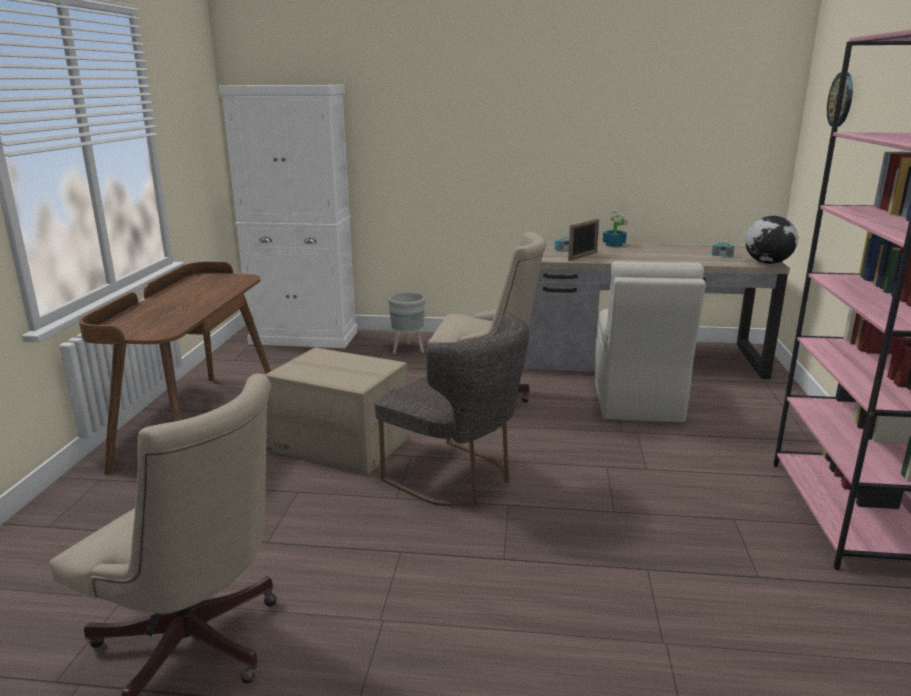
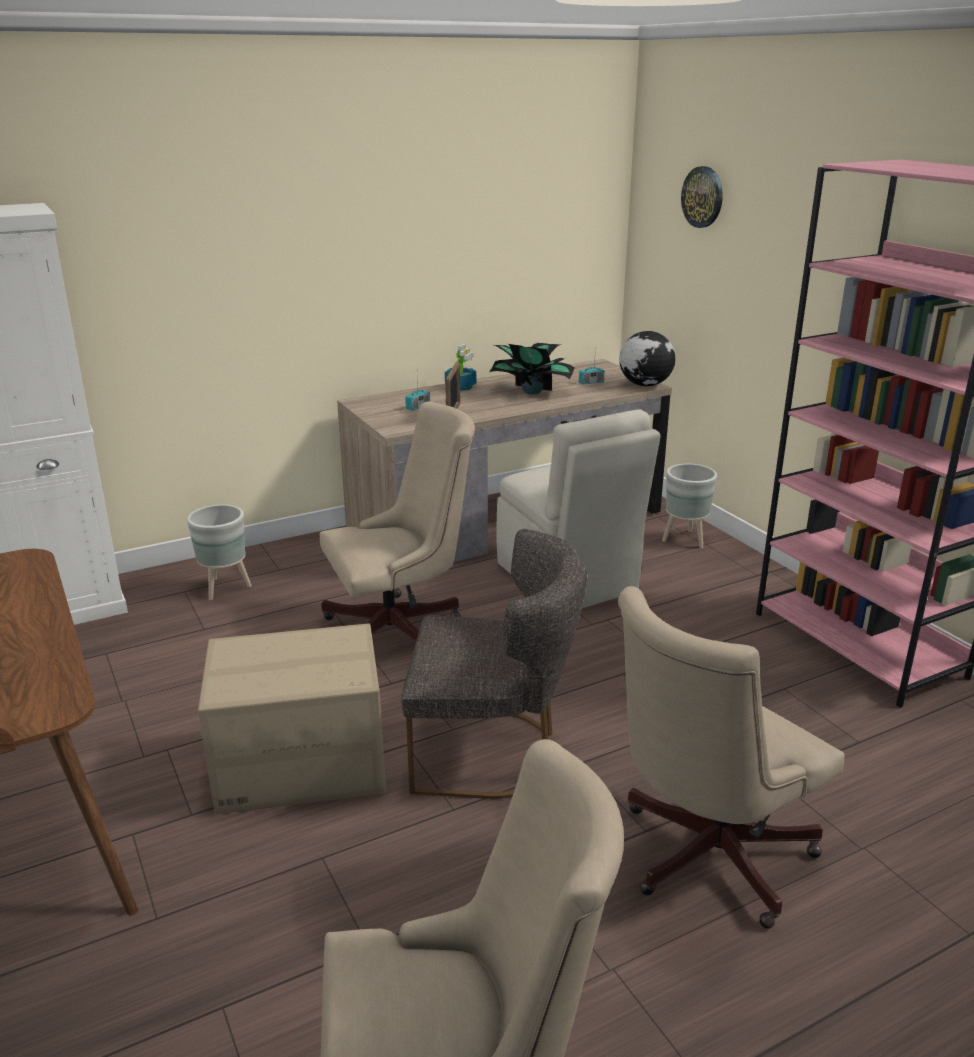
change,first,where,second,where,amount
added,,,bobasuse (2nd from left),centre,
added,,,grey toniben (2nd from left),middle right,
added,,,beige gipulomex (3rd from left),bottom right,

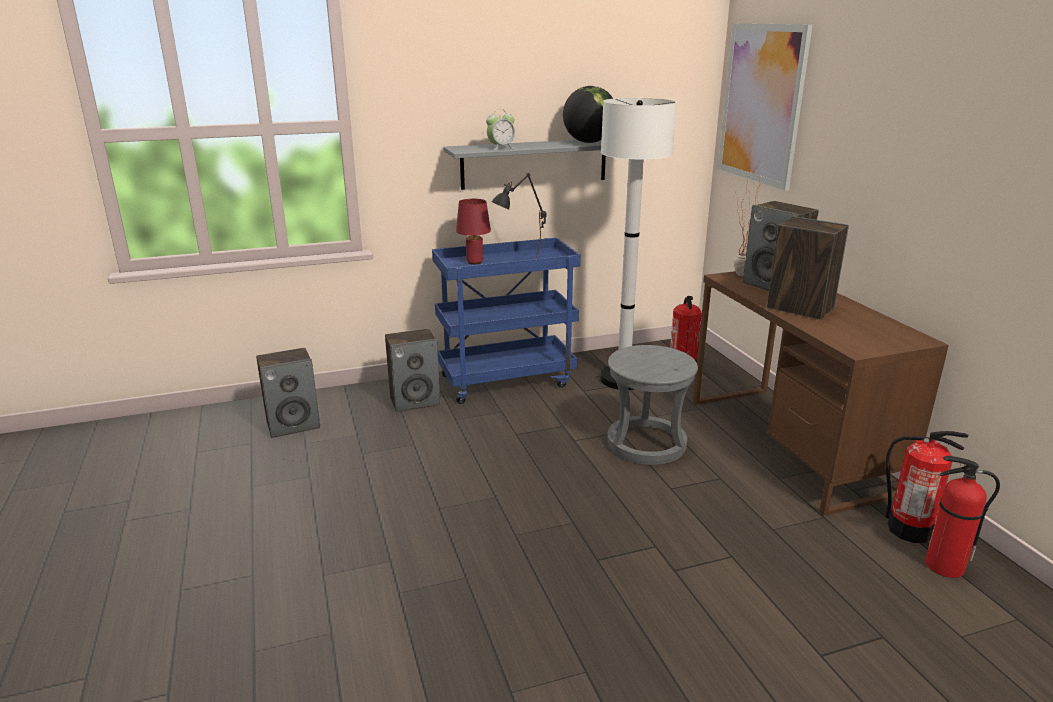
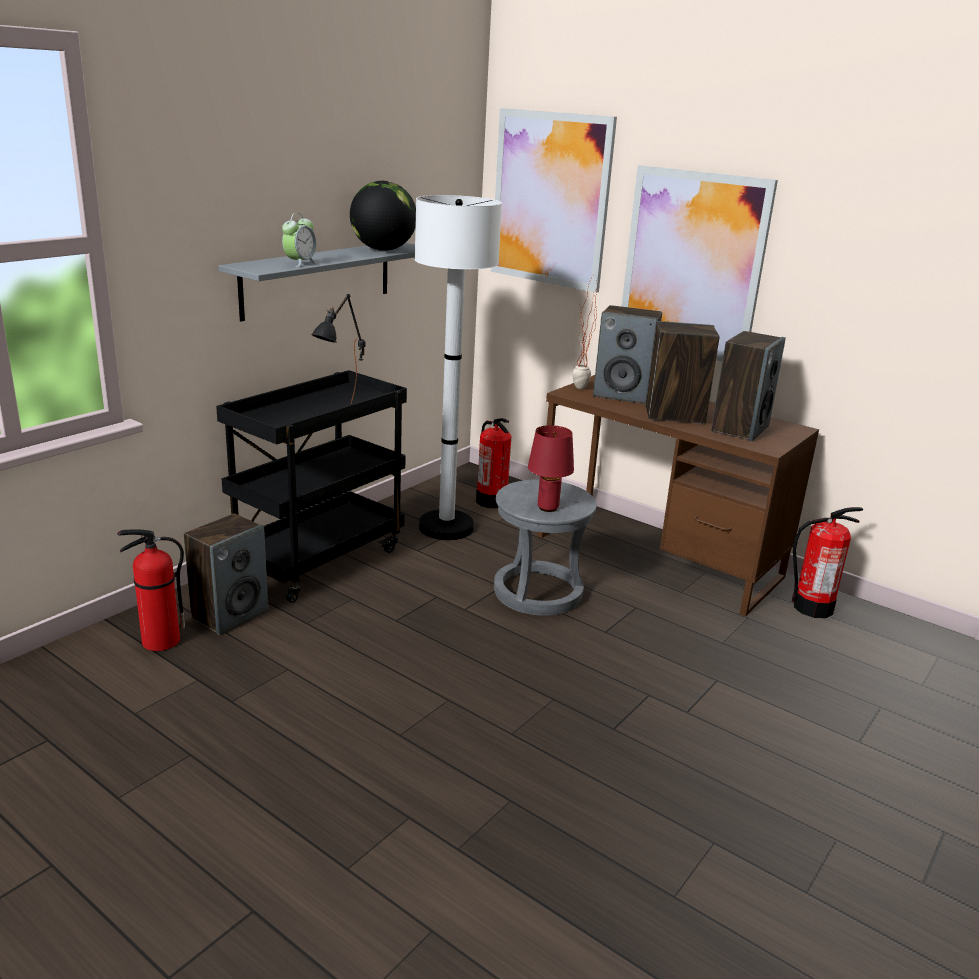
change,first,where,second,where,amount
moved,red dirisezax,top centre,,centre,
recoloured,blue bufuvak,centre,black bufuvak,middle left,
moved,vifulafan (1st from left in the first image),middle left,vifulafan (4th from left),middle right,
moved,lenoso (3rd from left in the first image),bottom right,lenoso (1st from left),middle left,
added,,,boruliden (2nd from left),top right,

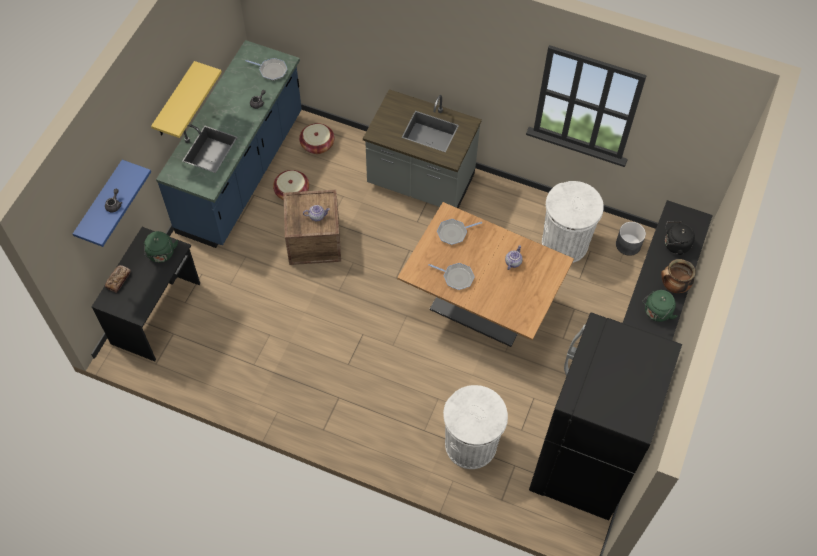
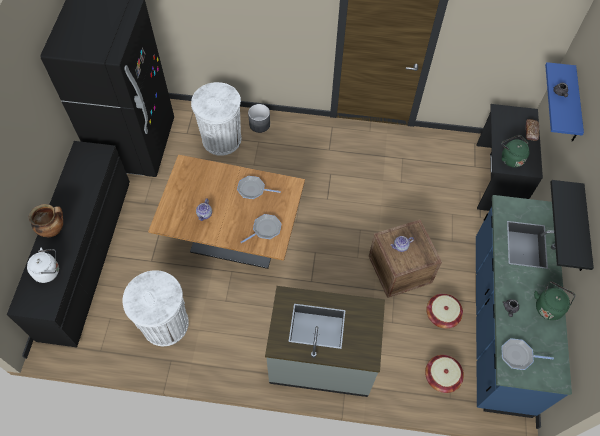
change,first,where,second,where,amount
recoloured,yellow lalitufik,top left,black lalitufik,middle right,
recoloured,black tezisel,middle right,white tezisel,middle left,
moved,grey toniben,middle right,,top centre,
moved,green tezisel (2nd from left),middle right,,bottom right,

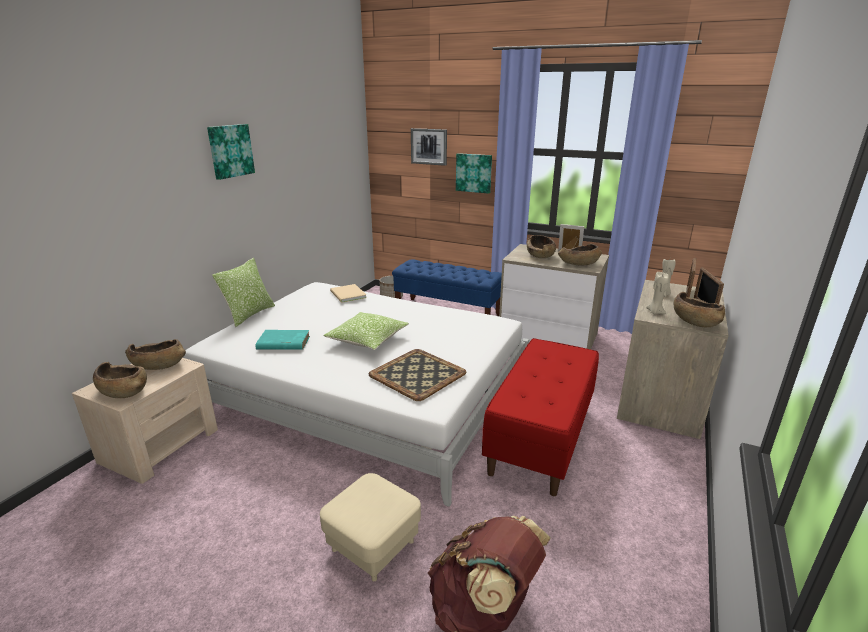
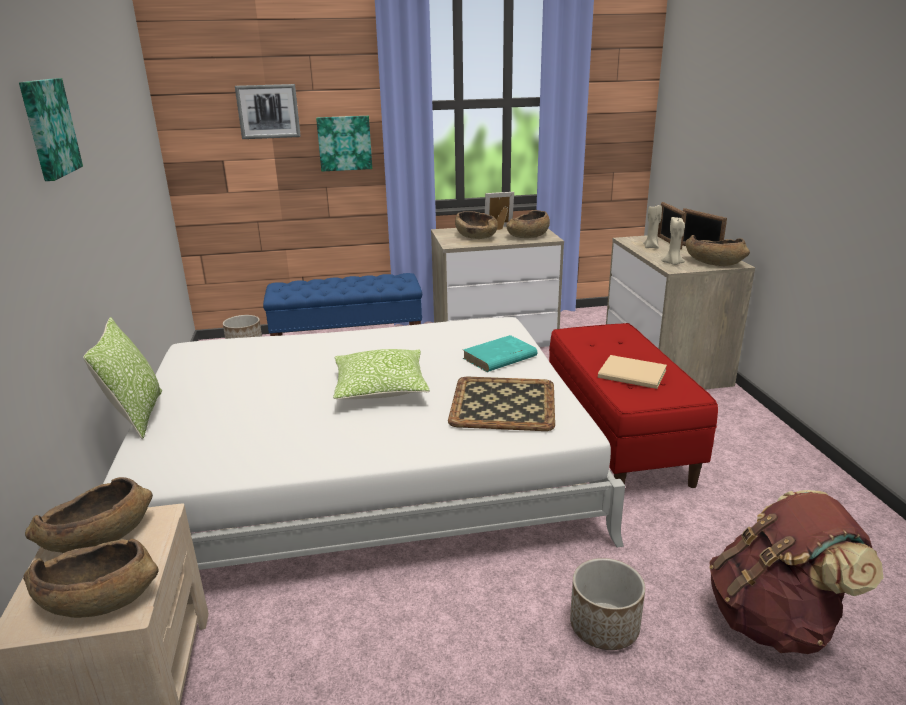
change,first,where,second,where,amount
moved,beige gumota,centre,,middle right,
moved,turquoise gumota,middle left,,centre,
replaced,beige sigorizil,bottom centre,toniben (2nd from left),bottom right,

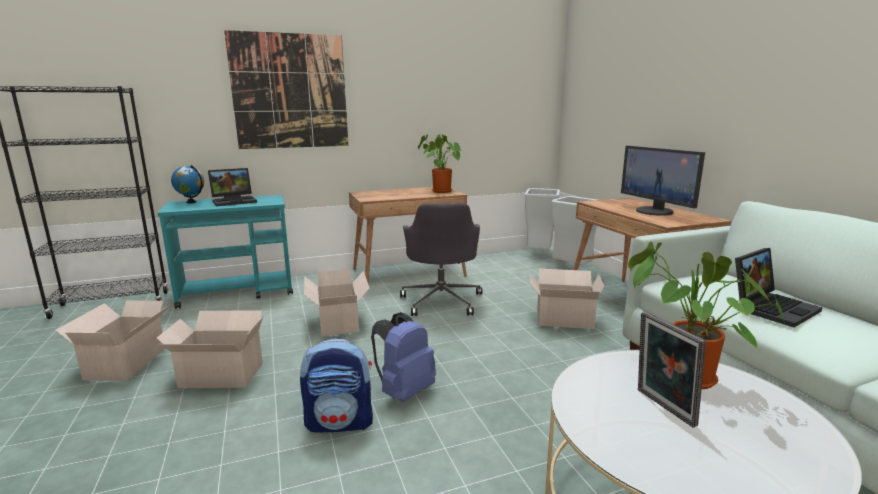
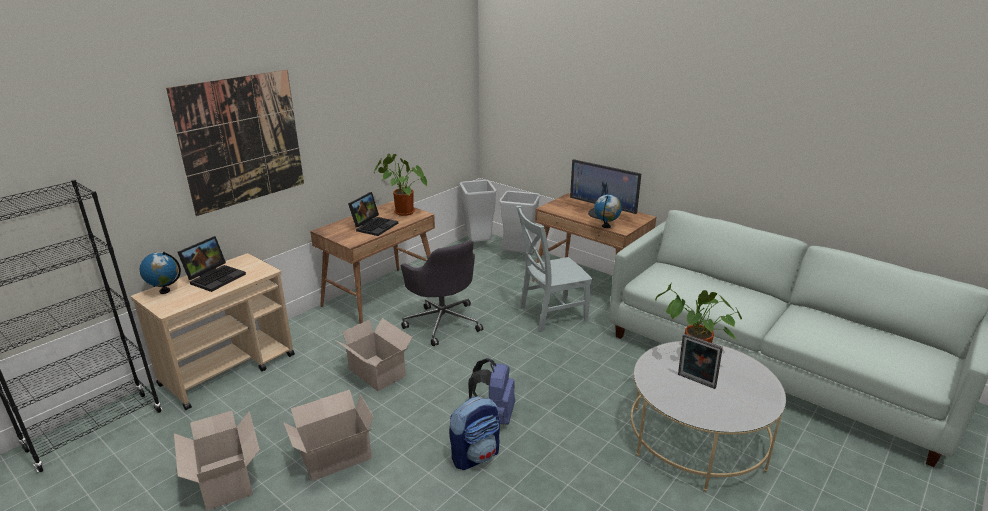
change,first,where,second,where,amount
recoloured,turquoise bufuvak,middle left,beige bufuvak,middle left,
moved,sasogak (2nd from left),middle right,,centre,
replaced,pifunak (4th from left),centre,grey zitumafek,centre,
added,,,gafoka (2nd from left),centre,

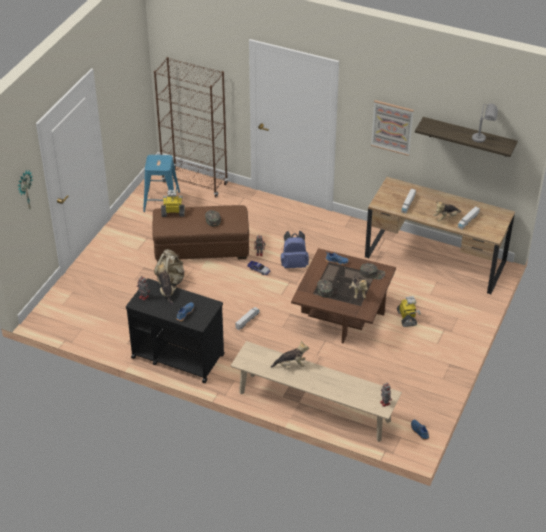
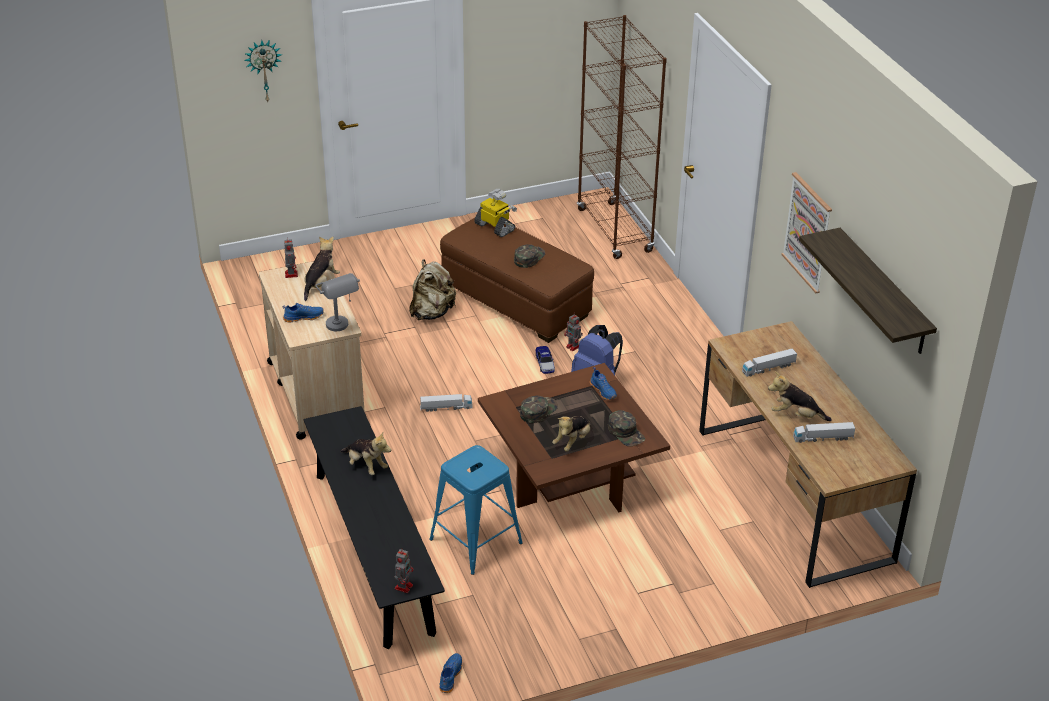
change,first,where,second,where,amount
moved,grey dirisezax,top right,,middle left,
moved,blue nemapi,middle left,,bottom centre,
recoloured,black bufuvak,middle left,beige bufuvak,middle left,
removed,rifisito (5th from left),middle right,,,
recoloured,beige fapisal,bottom centre,black fapisal,bottom centre,

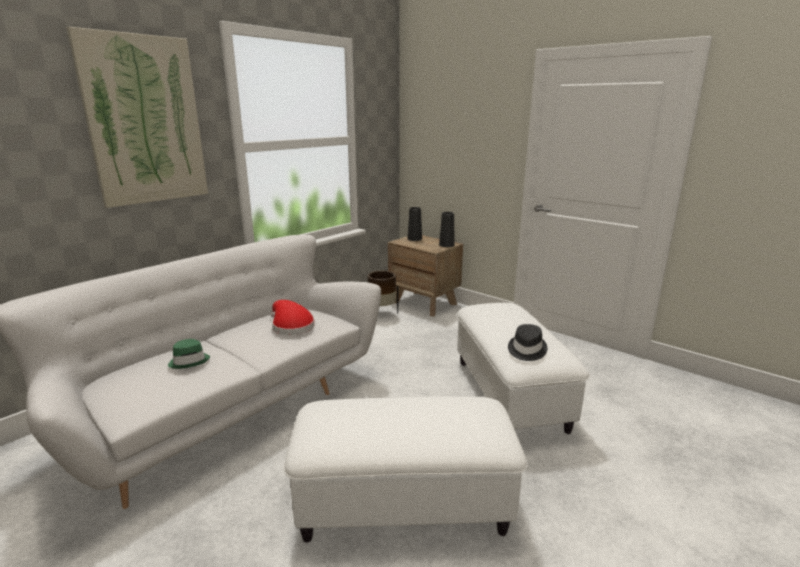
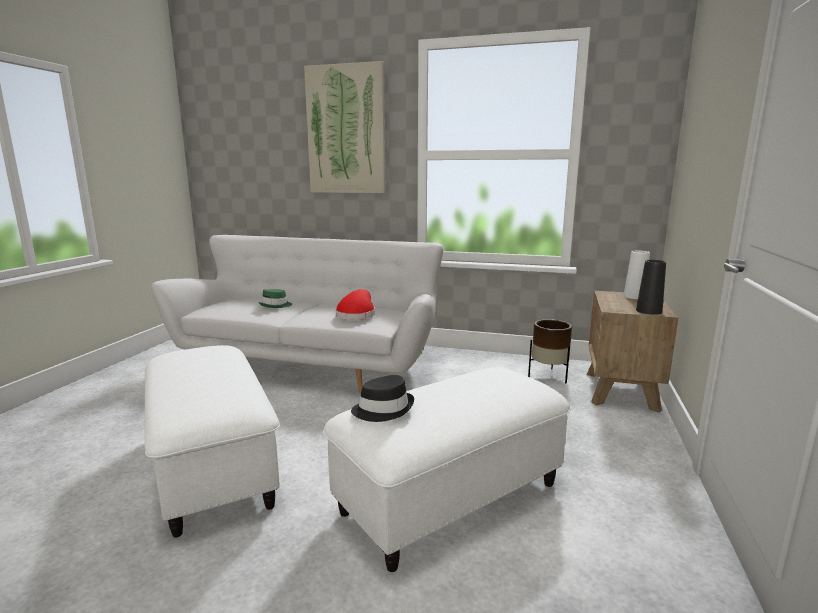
change,first,where,second,where,amount
recoloured,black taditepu (1st from left),centre,white taditepu,middle right,

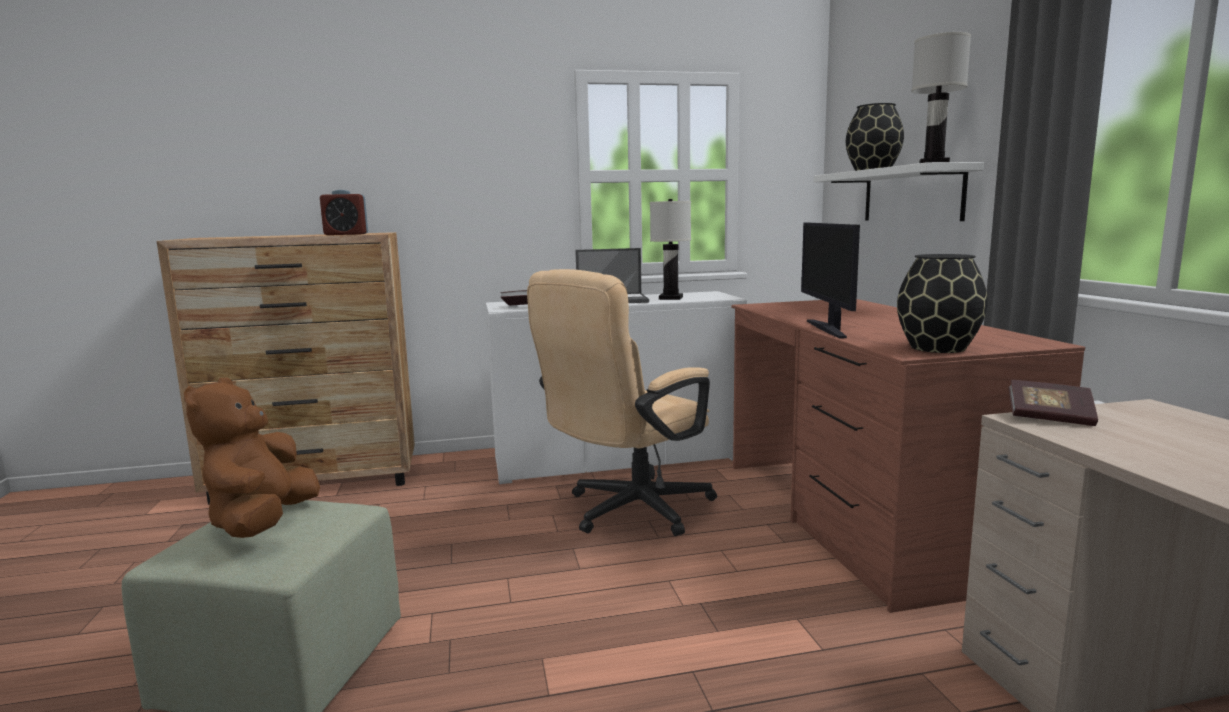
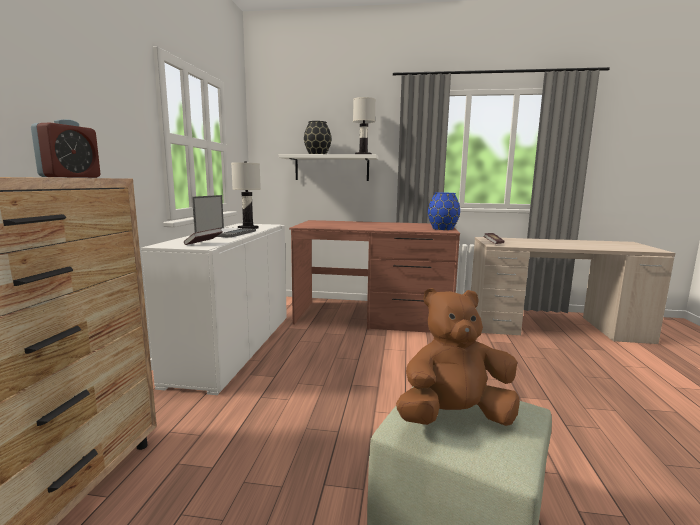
change,first,where,second,where,amount
removed,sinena,middle right,,,
recoloured,black taditepu (2nd from left),middle right,blue taditepu,centre,
removed,beige gipulomex,centre,,,
turned,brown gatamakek,middle left,,bottom centre,150 degrees clockwise

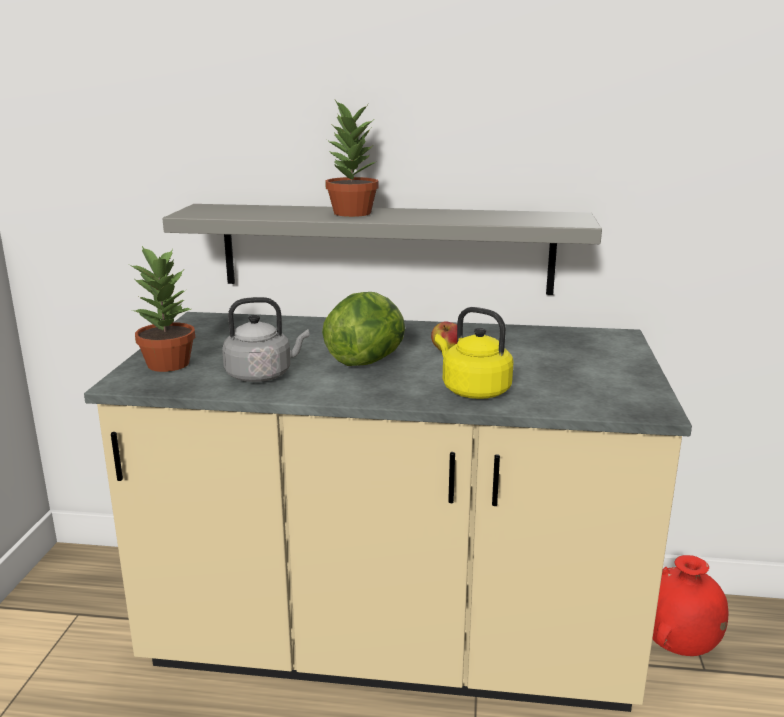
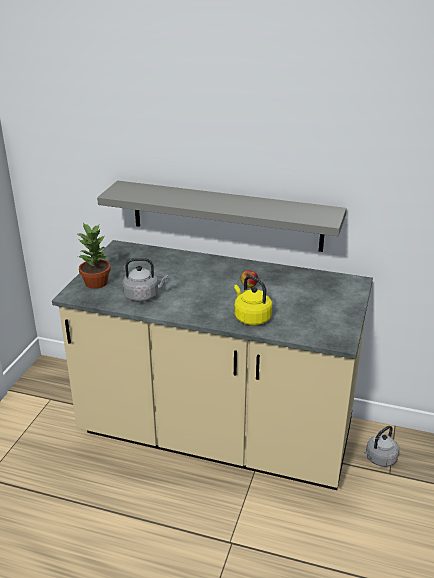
change,first,where,second,where,amount
removed,bobasuse (2nd from left),top centre,,,
removed,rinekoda,centre,,,
replaced,red taditepu,bottom right,grey tezisel (2nd from left),bottom right,

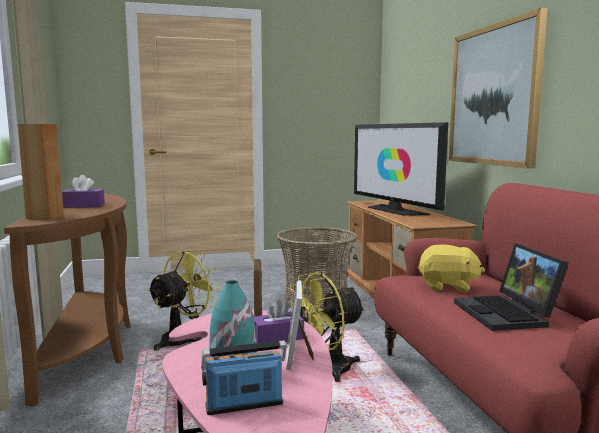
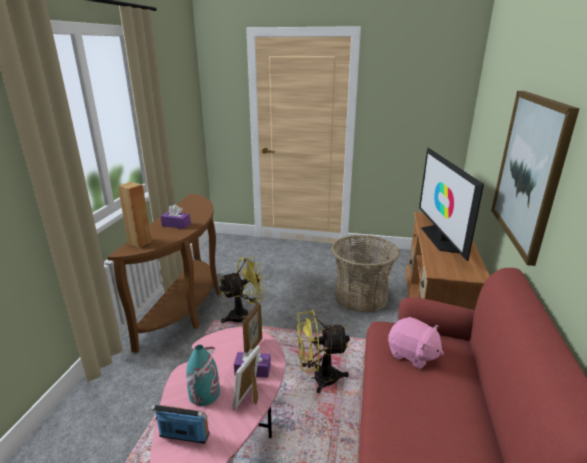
change,first,where,second,where,amount
removed,sasogak,middle right,,,
recoloured,yellow gatamakek,middle right,pink gatamakek,bottom right,

